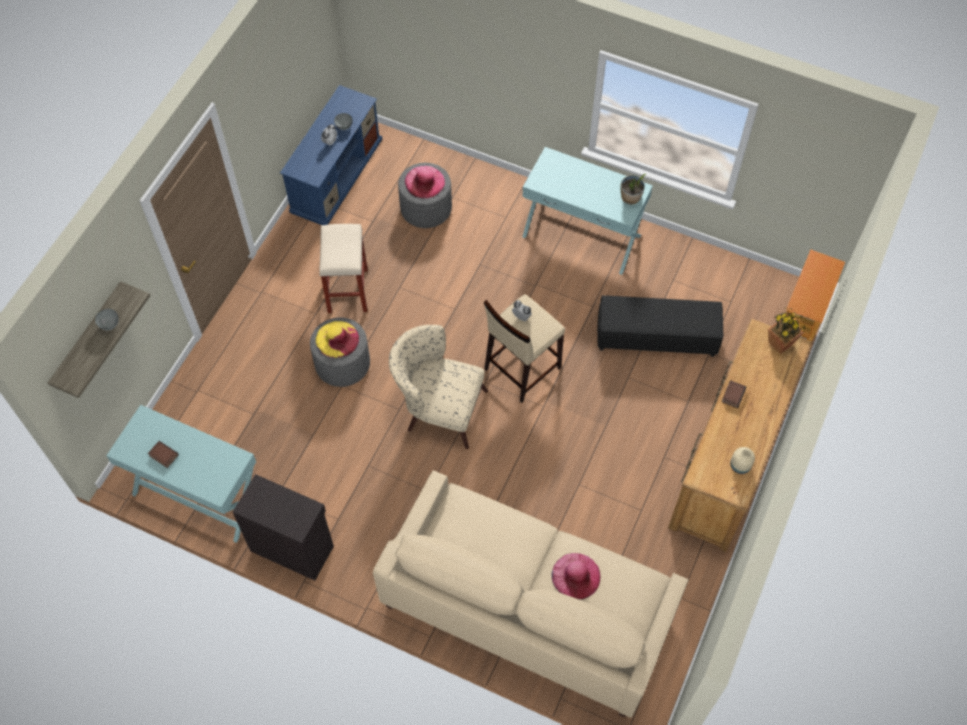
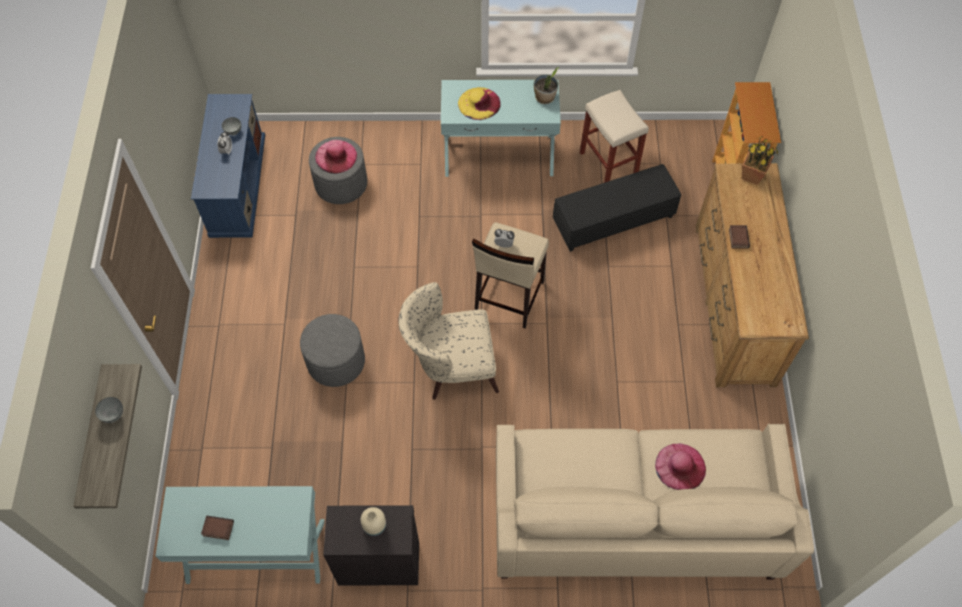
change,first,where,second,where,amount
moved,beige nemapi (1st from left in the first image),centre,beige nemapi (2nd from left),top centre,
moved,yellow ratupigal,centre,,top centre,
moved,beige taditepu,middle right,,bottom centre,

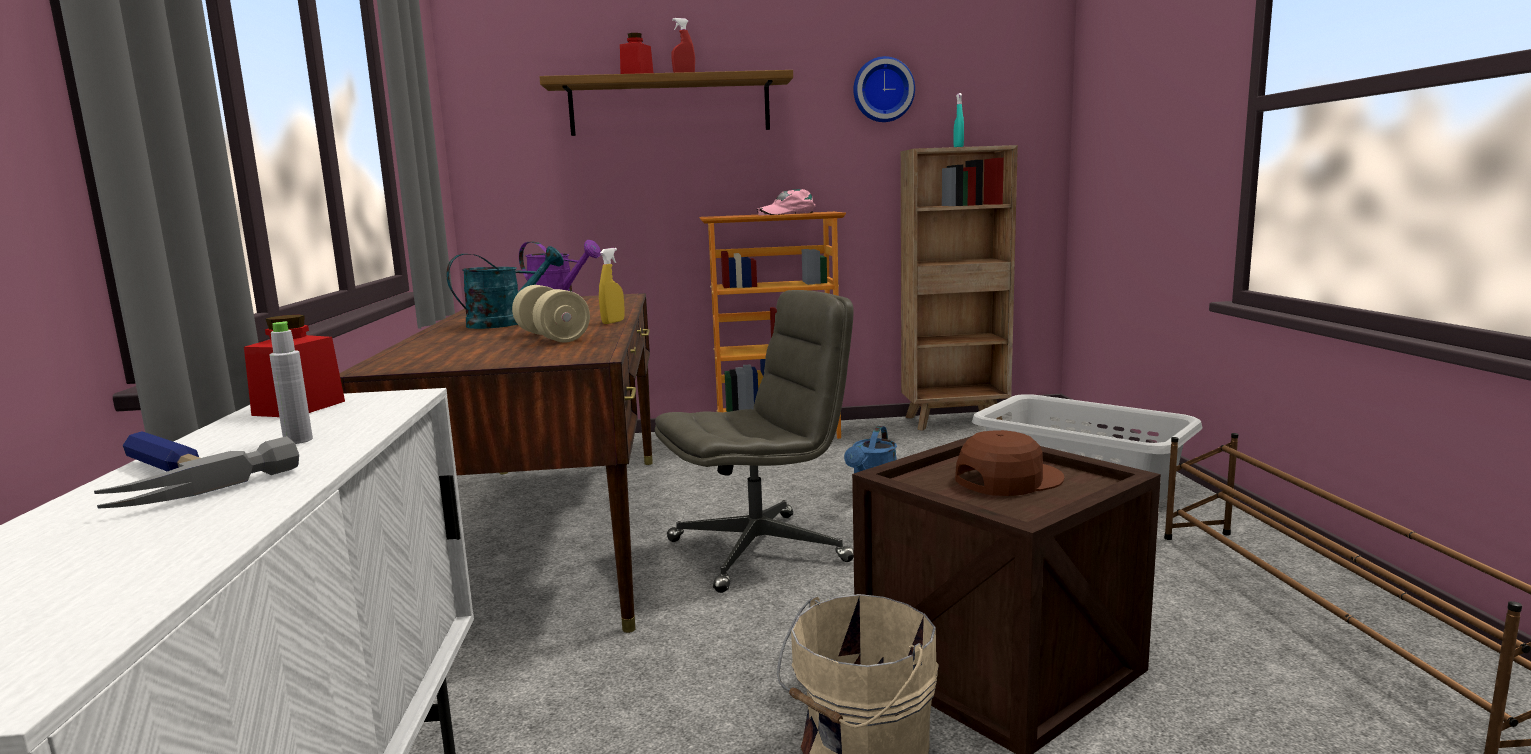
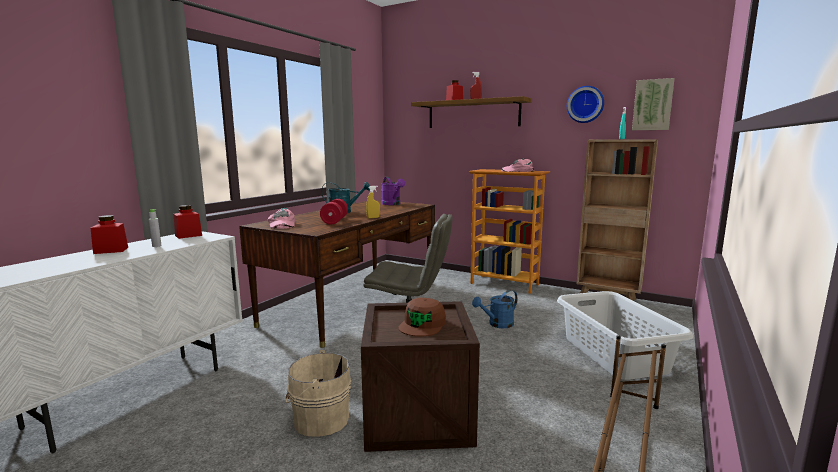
change,first,where,second,where,amount
recoloured,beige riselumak,centre,red riselumak,centre,
turned,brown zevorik,centre,,bottom centre,105 degrees clockwise
replaced,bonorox,middle left,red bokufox (1st from left),middle left,
added,,,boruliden,top right,
added,,,pink zevorik (1st from left),centre,

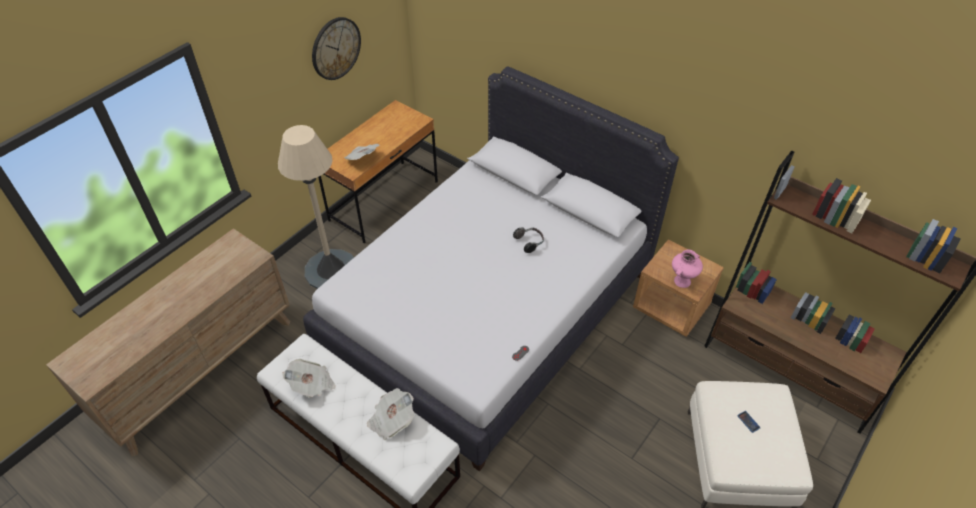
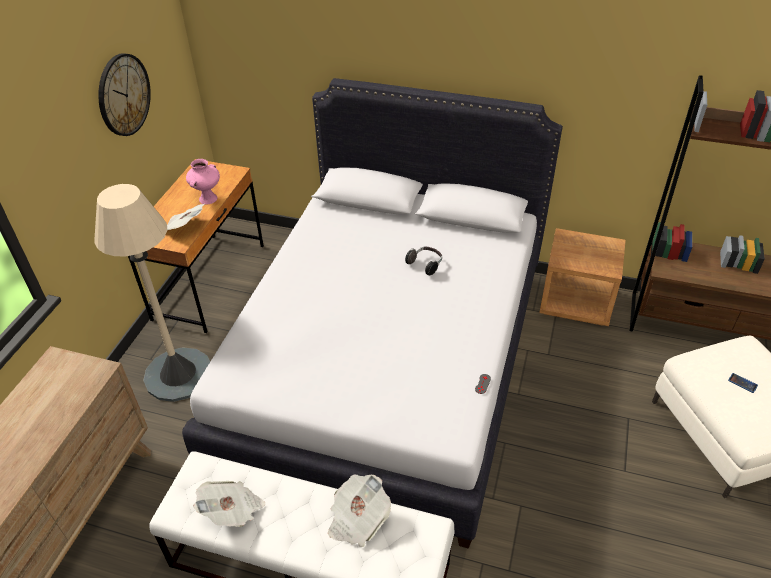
change,first,where,second,where,amount
moved,pink taditepu,middle right,,top left,

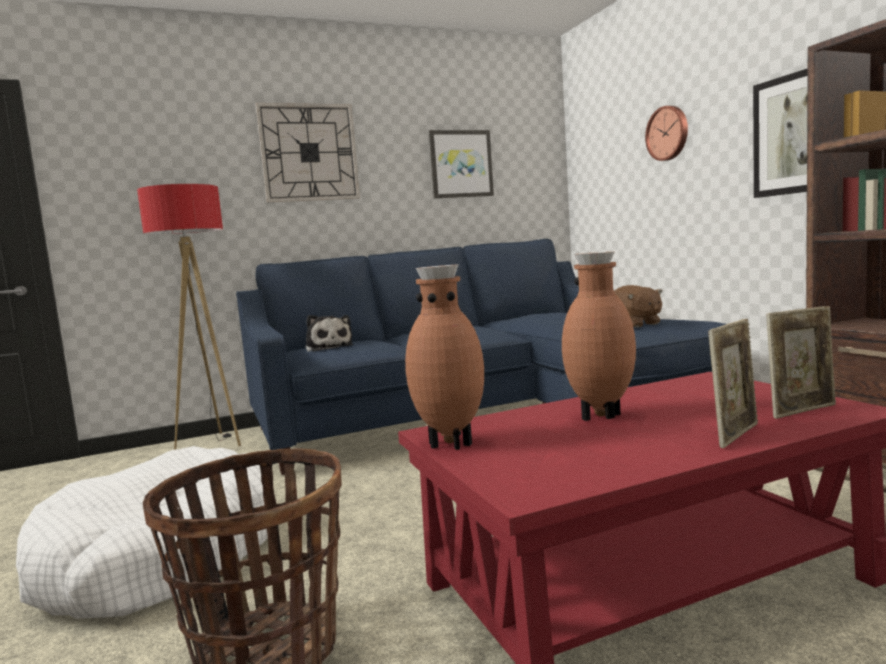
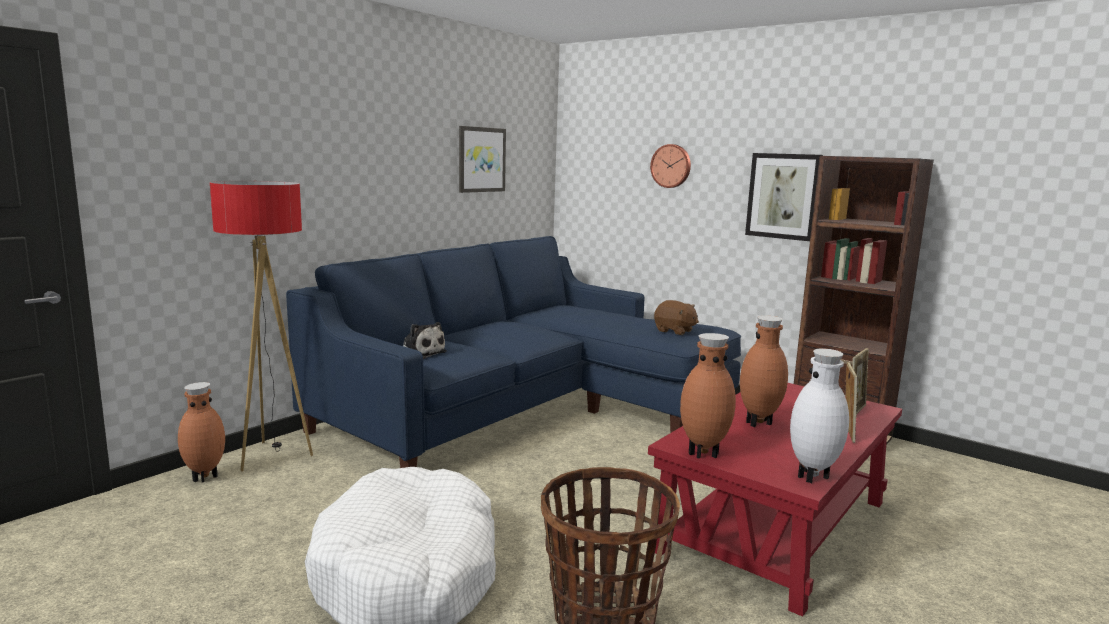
change,first,where,second,where,amount
removed,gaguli (1st from left),top centre,,,
added,,,white taditepu,bottom right,
added,,,brown taditepu (1st from left),bottom left,

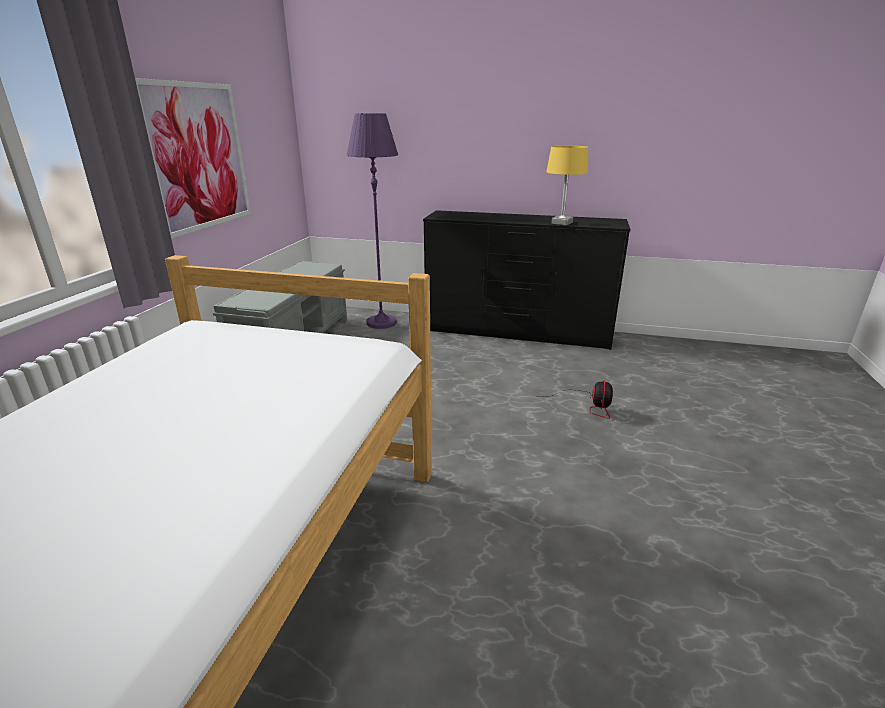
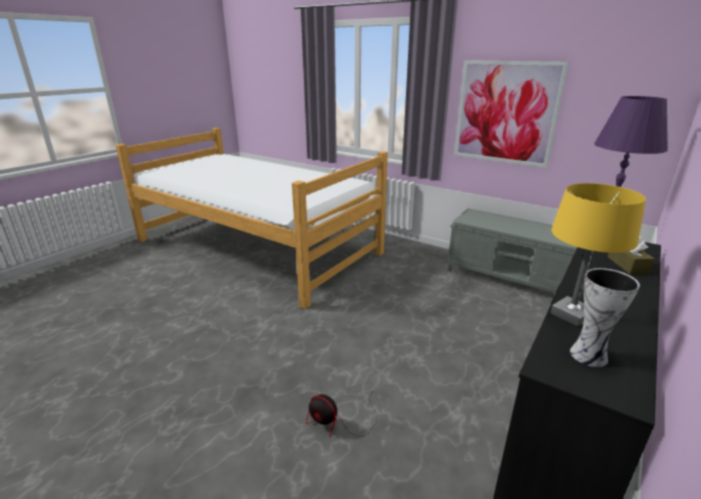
change,first,where,second,where,amount
added,,,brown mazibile,middle right,
added,,,taditepu,middle right,

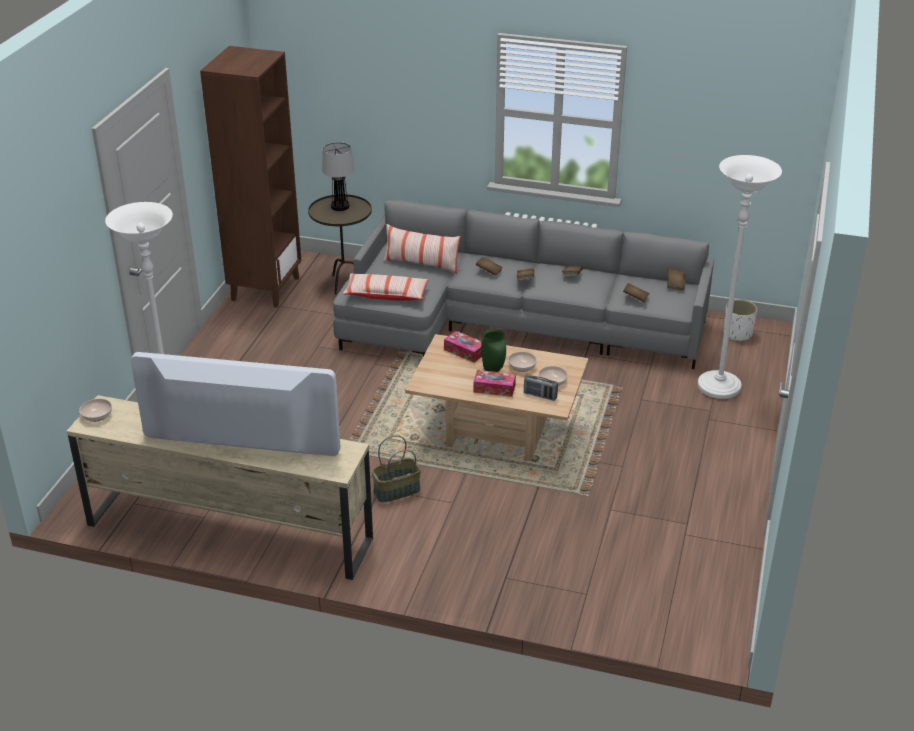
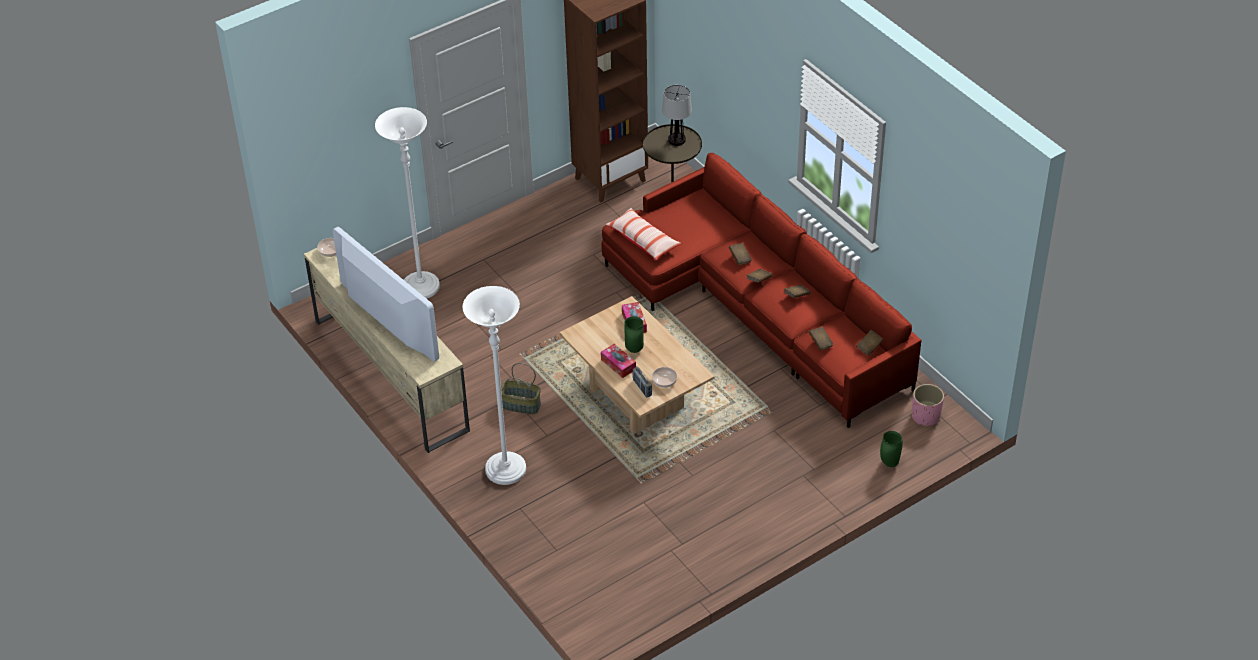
change,first,where,second,where,amount
moved,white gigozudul (2nd from left),middle right,,centre,
recoloured,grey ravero,centre,red ravero,centre,
removed,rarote (2nd from left),centre,,,
recoloured,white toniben,middle right,pink toniben,middle right,
removed,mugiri (2nd from left),centre,,,
added,,,green taditepu (2nd from left),bottom right,

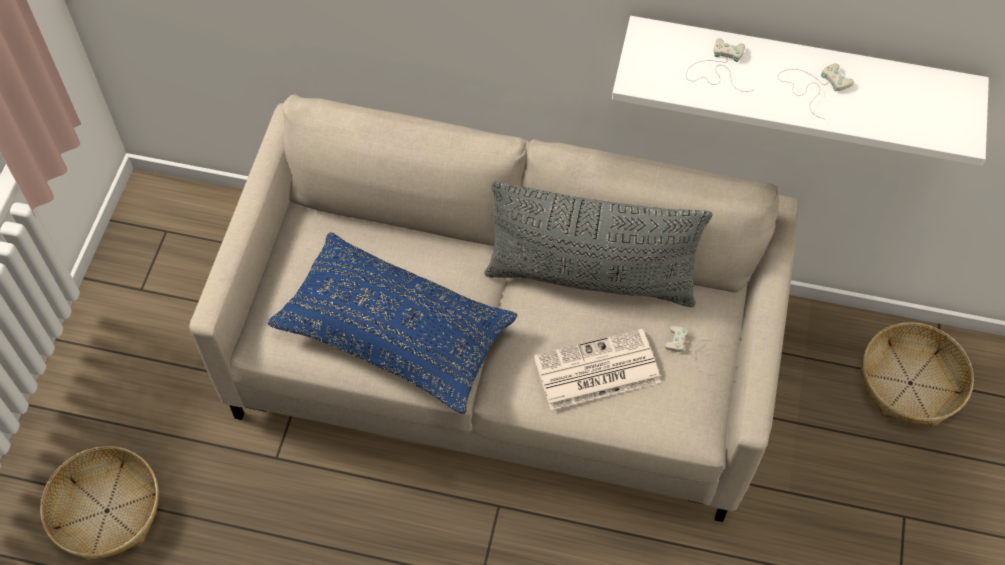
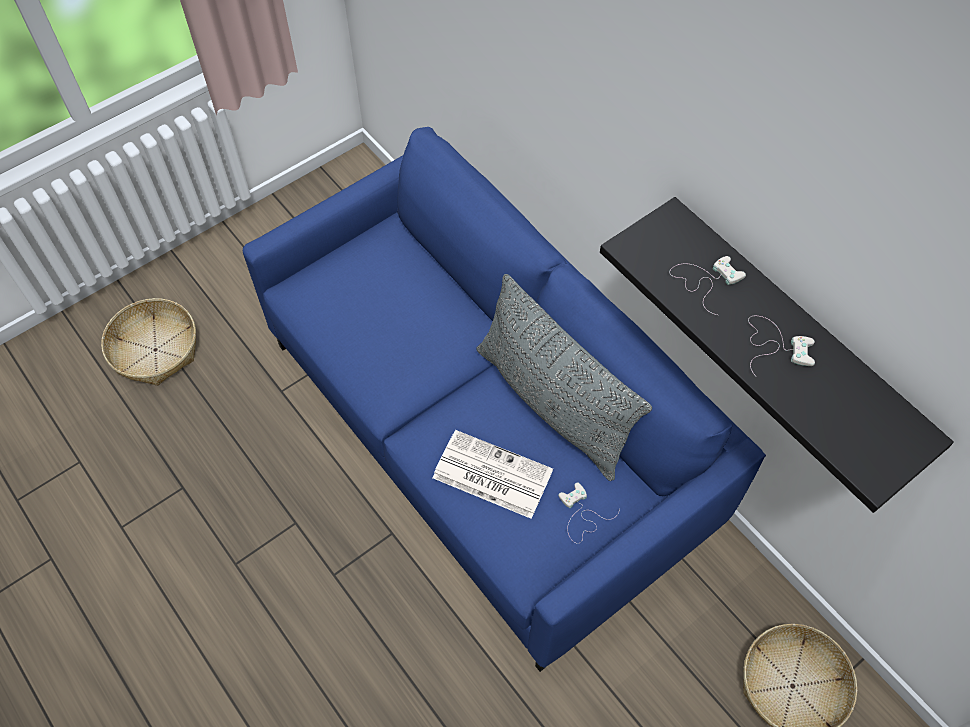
change,first,where,second,where,amount
recoloured,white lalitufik,top right,black lalitufik,middle right,
recoloured,beige ravero,centre,blue ravero,centre,
removed,blue rarote,centre,,,

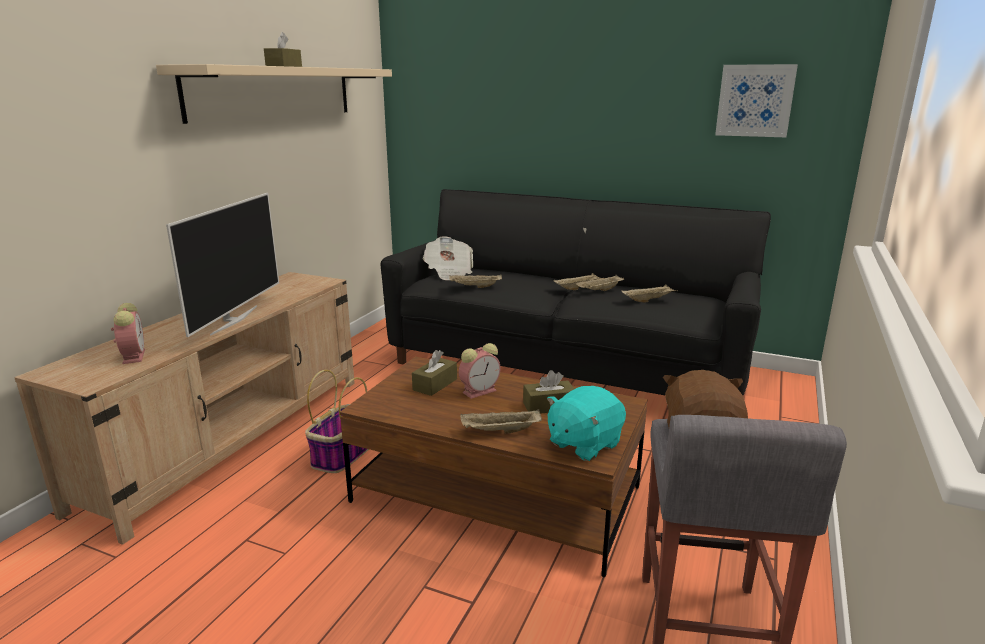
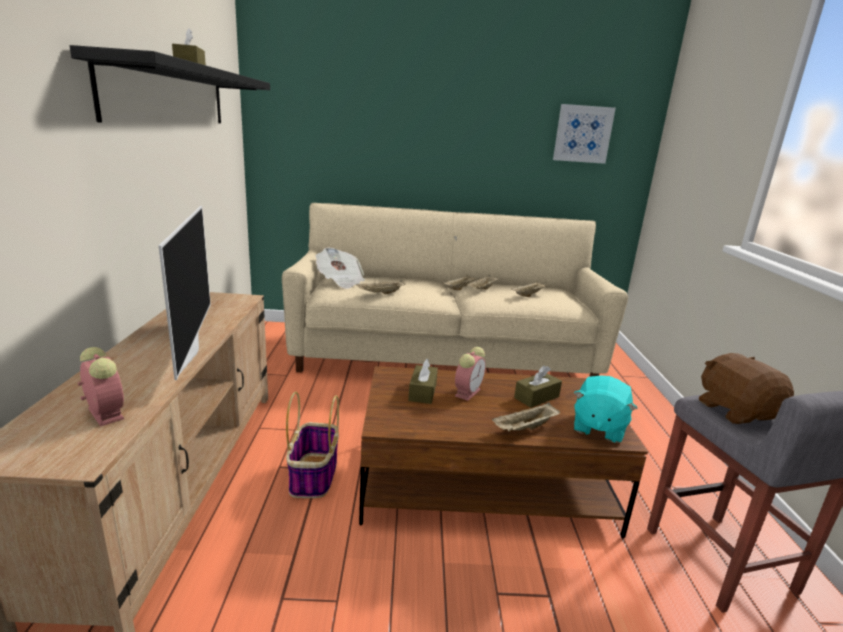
change,first,where,second,where,amount
recoloured,beige lalitufik,top left,black lalitufik,top left,
recoloured,black ravero,centre,beige ravero,centre,

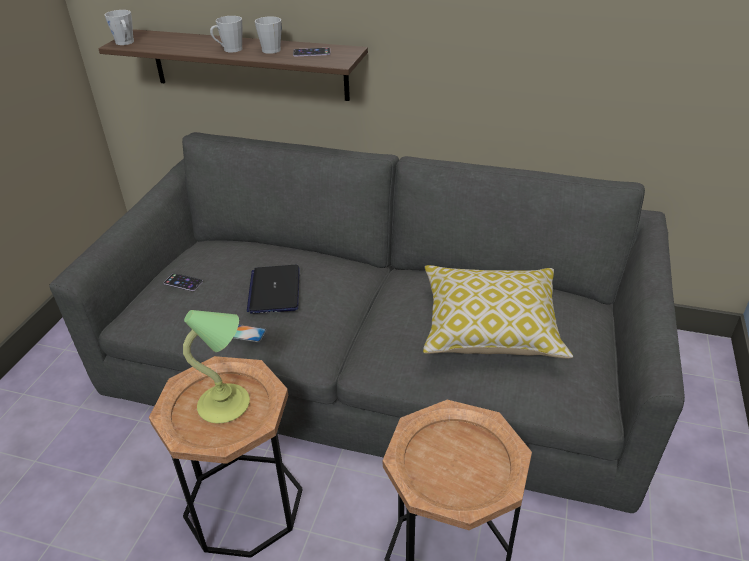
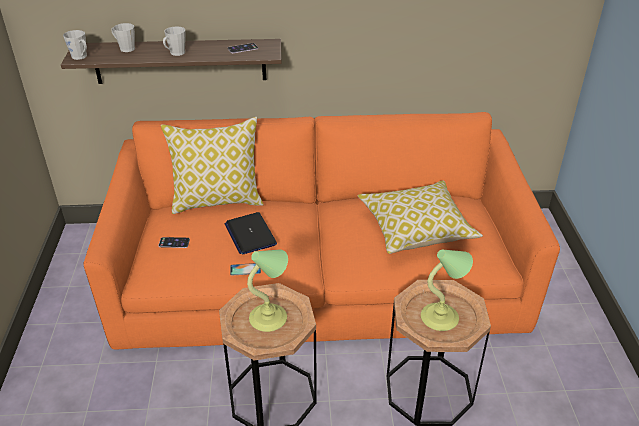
change,first,where,second,where,amount
moved,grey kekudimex (3rd from left in the first image),top centre,grey kekudimex (2nd from left),top left,
recoloured,grey ravero,centre,orange ravero,centre,
added,,,rarote (1st from left),middle left,
added,,,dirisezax (2nd from left),bottom right,

